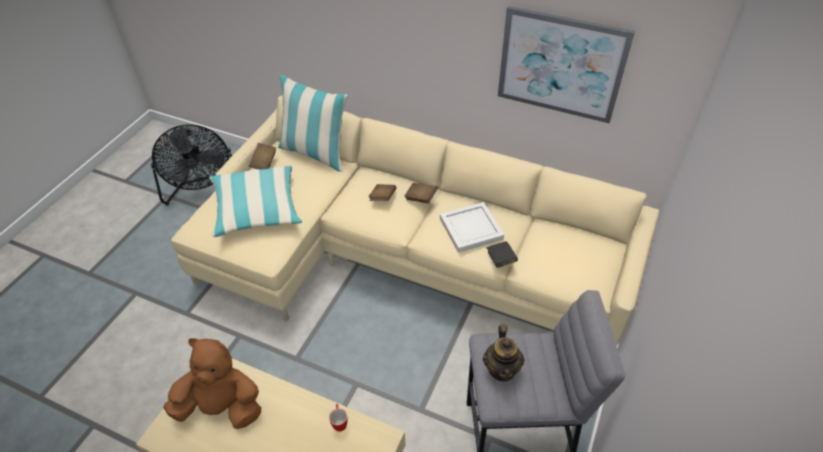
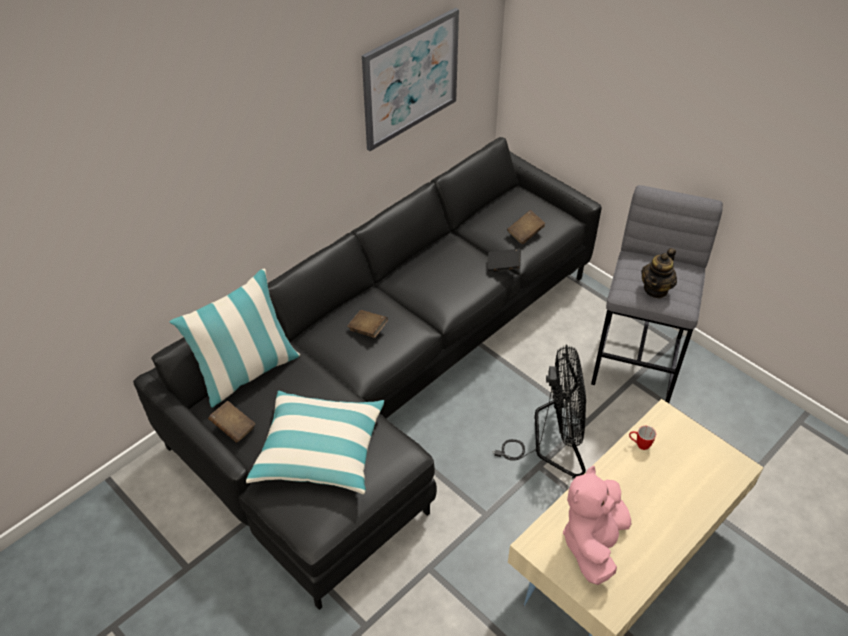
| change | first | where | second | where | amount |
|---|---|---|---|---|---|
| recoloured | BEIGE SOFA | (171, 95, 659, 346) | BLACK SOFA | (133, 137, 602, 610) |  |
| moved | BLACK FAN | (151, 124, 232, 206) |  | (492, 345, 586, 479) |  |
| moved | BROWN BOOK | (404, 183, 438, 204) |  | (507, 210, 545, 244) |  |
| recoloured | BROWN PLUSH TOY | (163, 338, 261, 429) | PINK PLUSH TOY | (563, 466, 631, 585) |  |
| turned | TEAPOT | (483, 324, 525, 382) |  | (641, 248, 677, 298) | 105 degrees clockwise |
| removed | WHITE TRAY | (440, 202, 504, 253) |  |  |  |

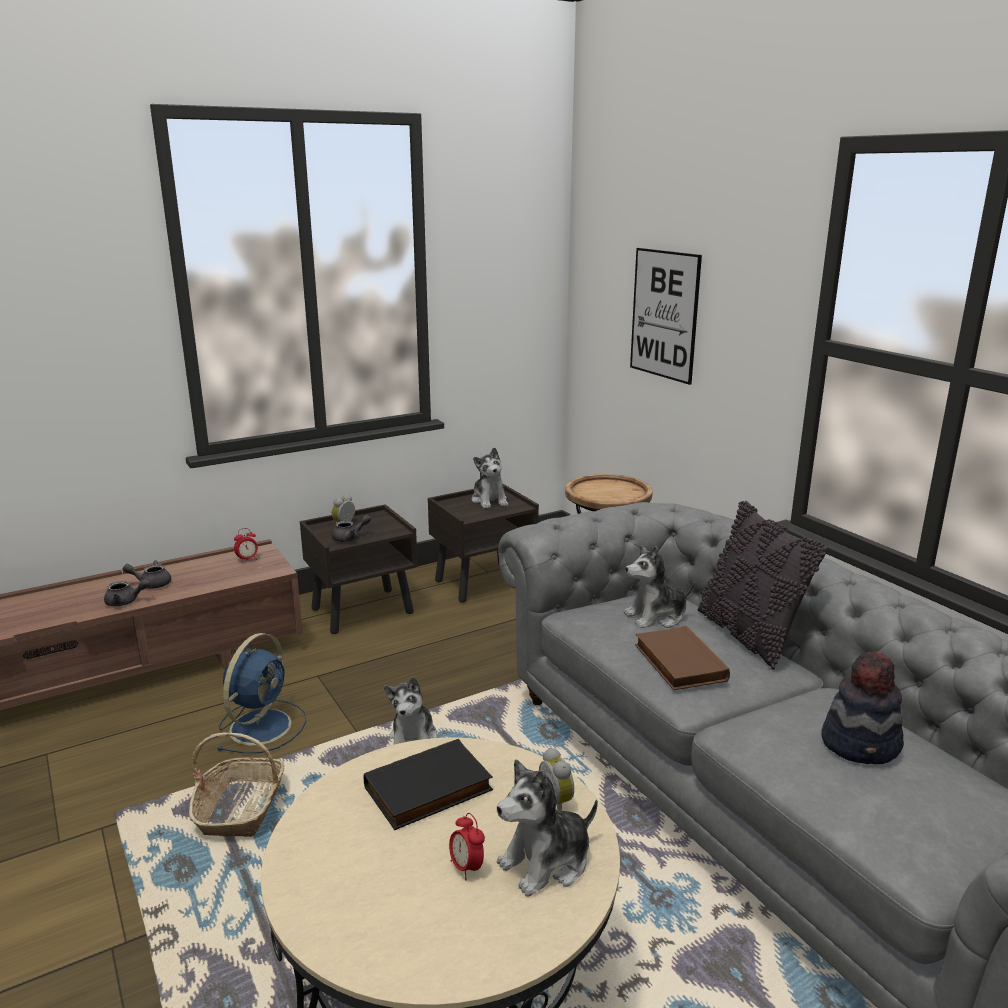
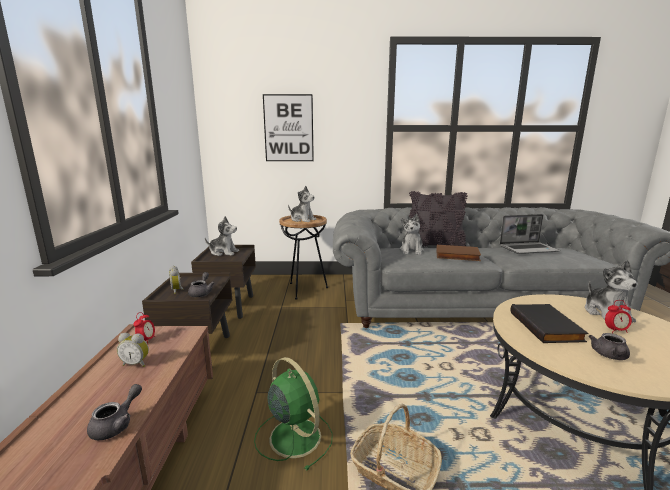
| change | first | where | second | where | amount |
|---|---|---|---|---|---|
| moved | ALARM CLOCK | (539, 748, 574, 811) |  | (117, 333, 149, 367) |  |
| recoloured | BLUE FAN | (216, 633, 306, 753) | GREEN FAN | (254, 357, 333, 471) |  |
| moved | PLUSH TOY | (384, 677, 437, 745) |  | (288, 186, 317, 222) |  |
| replaced | HAT | (821, 651, 904, 764) | LAPTOP | (500, 214, 560, 254) |  |
| moved | GREY TEAPOT | (123, 560, 171, 589) |  | (588, 333, 630, 360) |  |

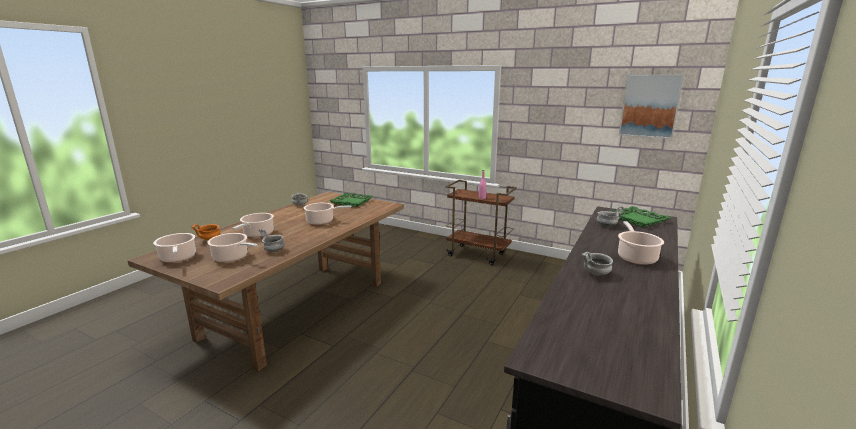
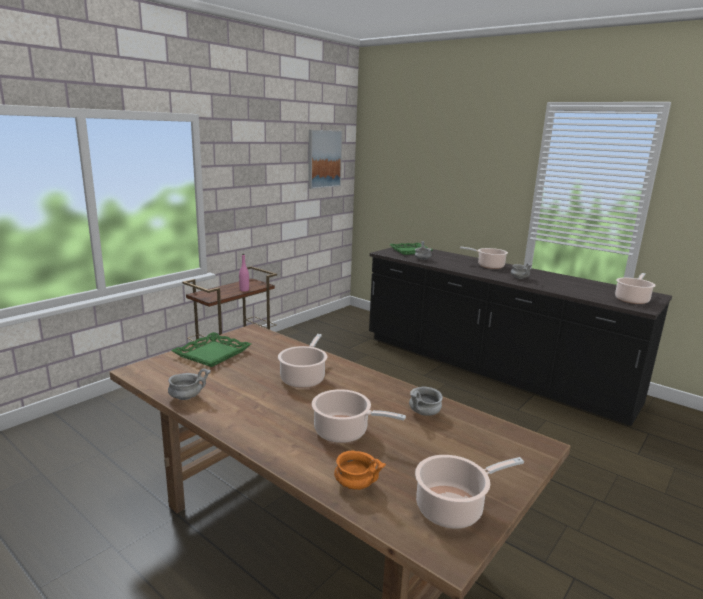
| change | first | where | second | where | amount |
|---|---|---|---|---|---|
| moved | COOKING POT | (207, 233, 258, 262) |  | (615, 273, 656, 304) |  |

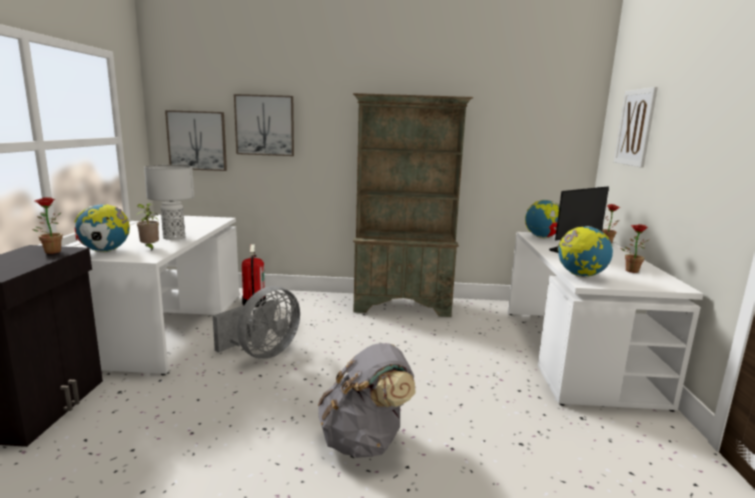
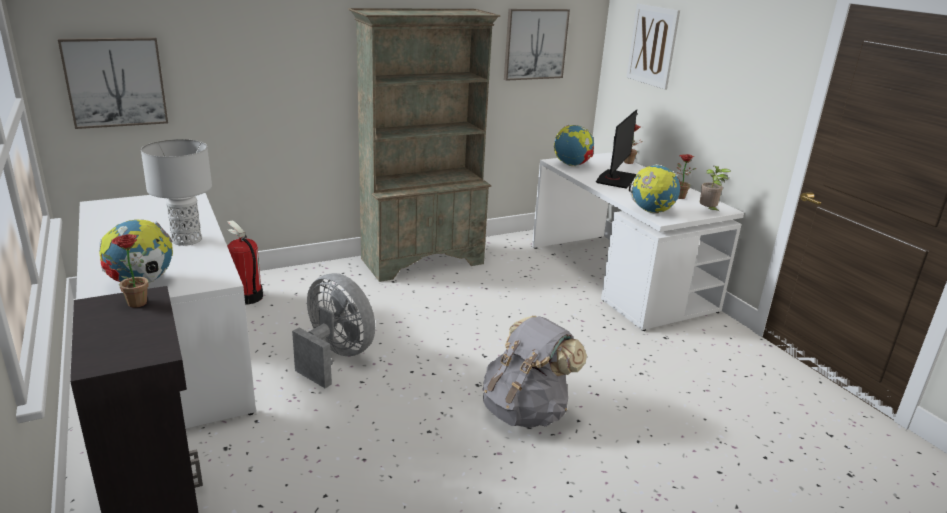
| change | first | where | second | where | amount |
|---|---|---|---|---|---|
| turned | GREY FAN | (213, 286, 300, 359) |  | (292, 273, 375, 388) | 60 degrees counterclockwise |
| moved | PICTURE | (234, 94, 294, 156) |  | (504, 9, 570, 81) |  |
| moved | POTTED PLANT | (136, 203, 159, 251) |  | (700, 166, 731, 211) |  |

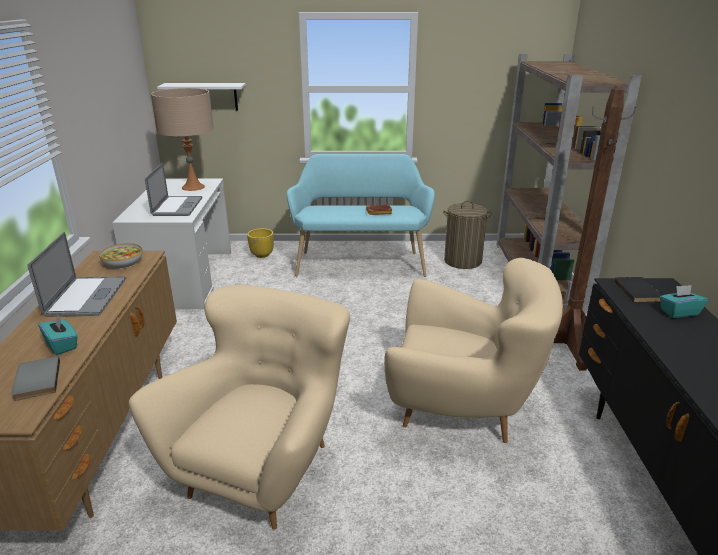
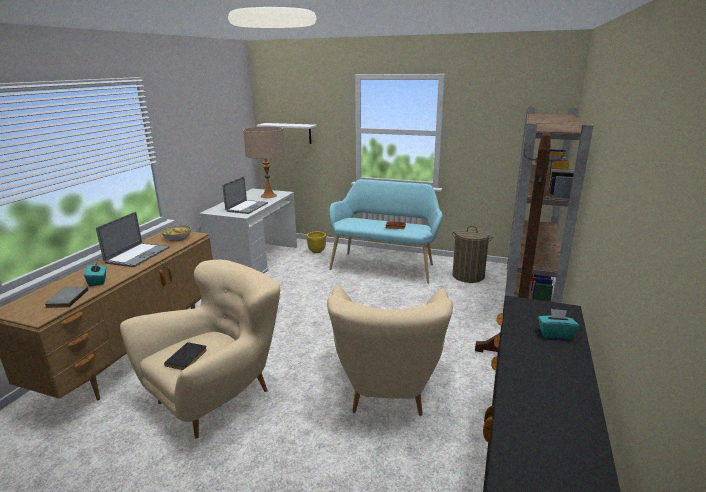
| change | first | where | second | where | amount |
|---|---|---|---|---|---|
| moved | BLACK BOOK | (614, 277, 662, 302) |  | (164, 342, 207, 370) |  |
| turned | BEIGE ARMCHAIR | (385, 258, 563, 443) |  | (327, 286, 453, 416) | 60 degrees clockwise |

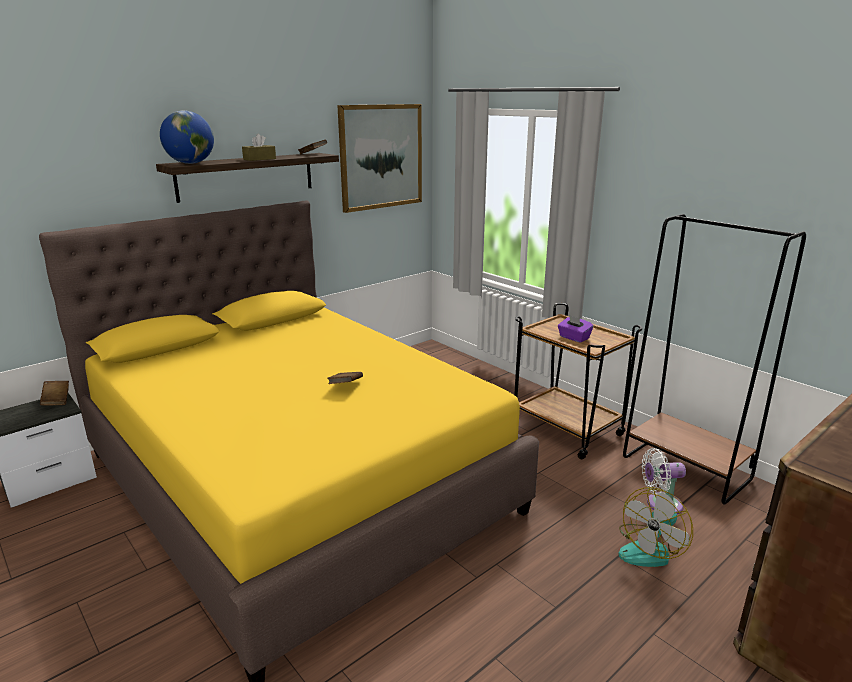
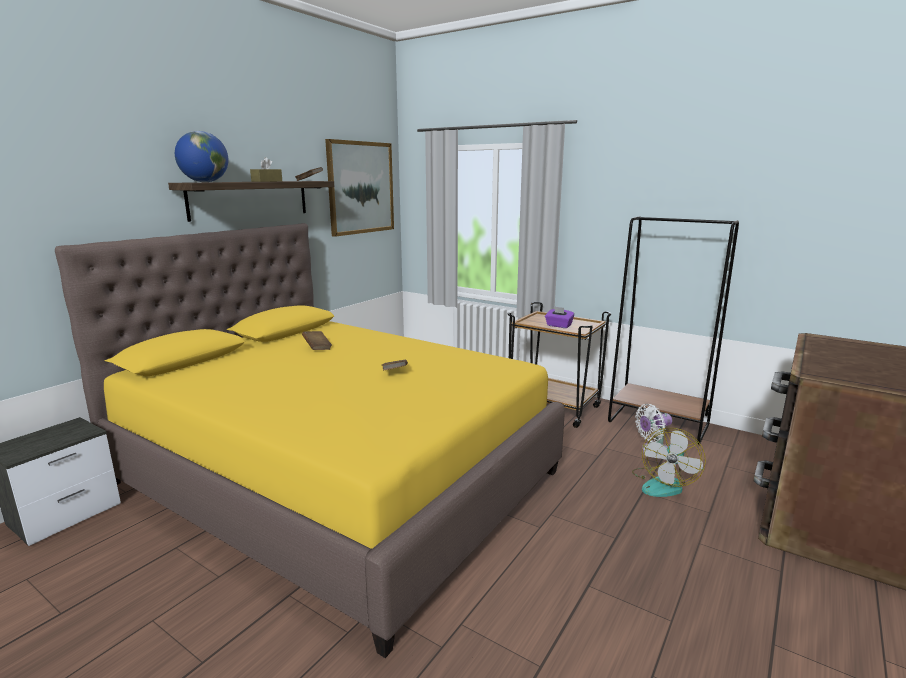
| change | first | where | second | where | amount |
|---|---|---|---|---|---|
| moved | BROWN BOOK | (40, 381, 69, 405) |  | (302, 331, 332, 350) |  |

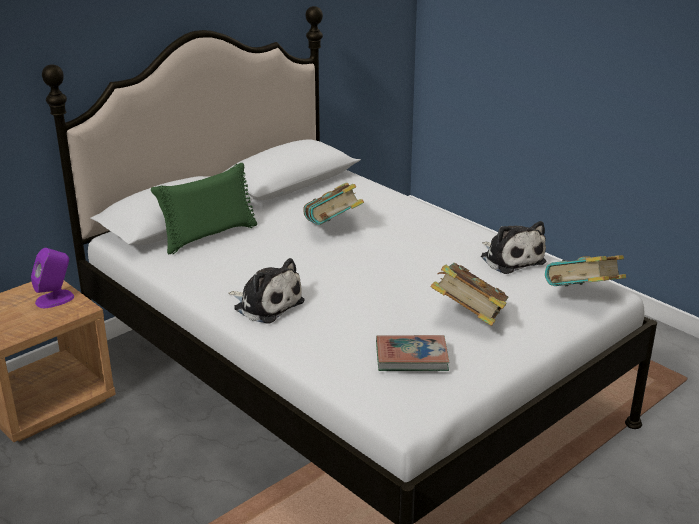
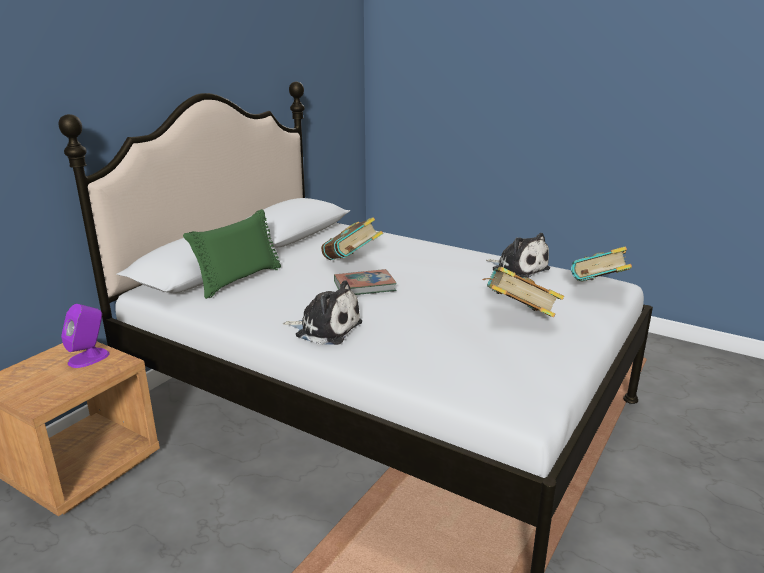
| change | first | where | second | where | amount |
|---|---|---|---|---|---|
| moved | BOOK | (376, 335, 449, 371) |  | (334, 269, 397, 295) |  |

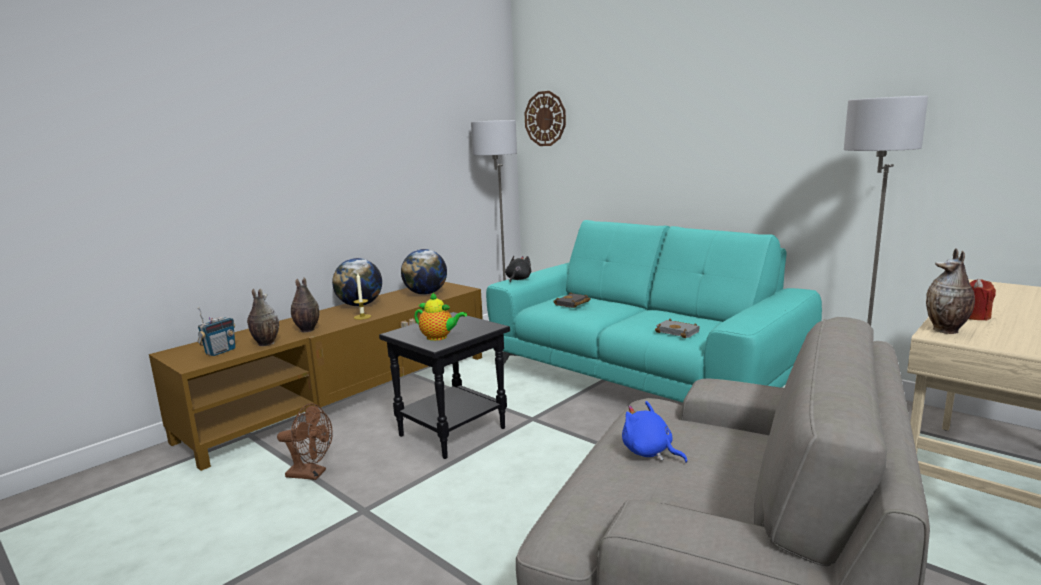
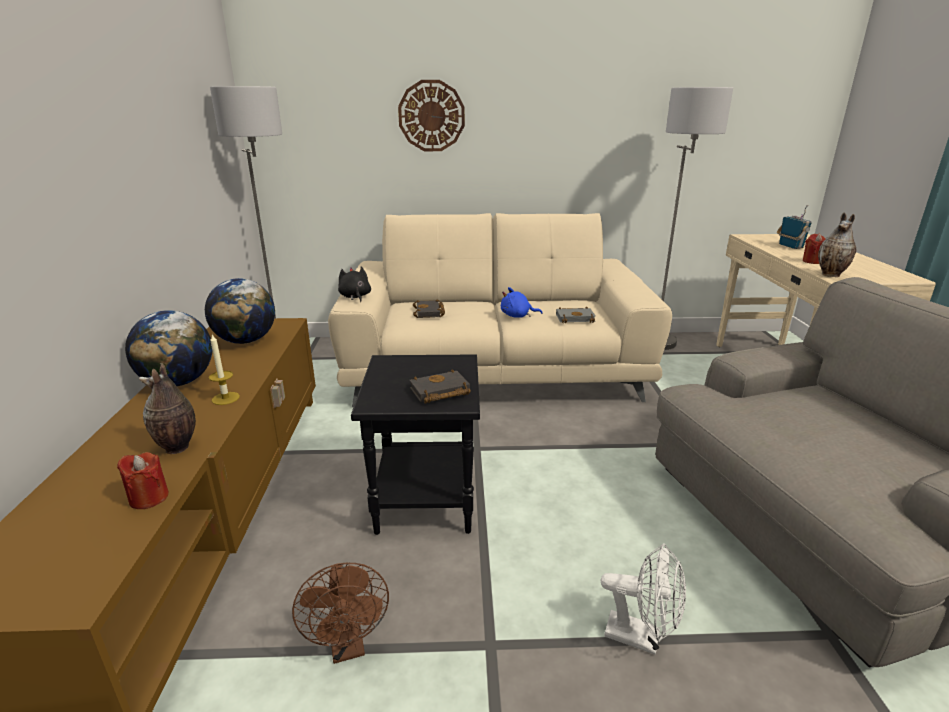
| change | first | where | second | where | amount |
|---|---|---|---|---|---|
| replaced | VASE | (247, 289, 279, 346) | RED CANDLE | (117, 452, 169, 509) |  |
| turned | BROWN FAN | (277, 403, 333, 480) |  | (292, 563, 389, 664) | 105 degrees clockwise |
| recoloured | TURQUOISE SOFA | (486, 220, 822, 402) | BEIGE SOFA | (328, 213, 672, 407) |  |
| moved | WALL CLOCK | (525, 91, 566, 146) |  | (398, 80, 465, 151) |  |
| replaced | TEAPOT | (414, 293, 467, 341) | BLACK BOOK | (410, 369, 471, 404) |  |
| moved | BLUE PLUSH TOY | (622, 401, 688, 463) |  | (501, 287, 542, 318) |  |
| added |  |  | WHITE FAN | (601, 544, 686, 655) |  |
| moved | RADIO | (197, 307, 235, 356) |  | (777, 205, 812, 249) |  |

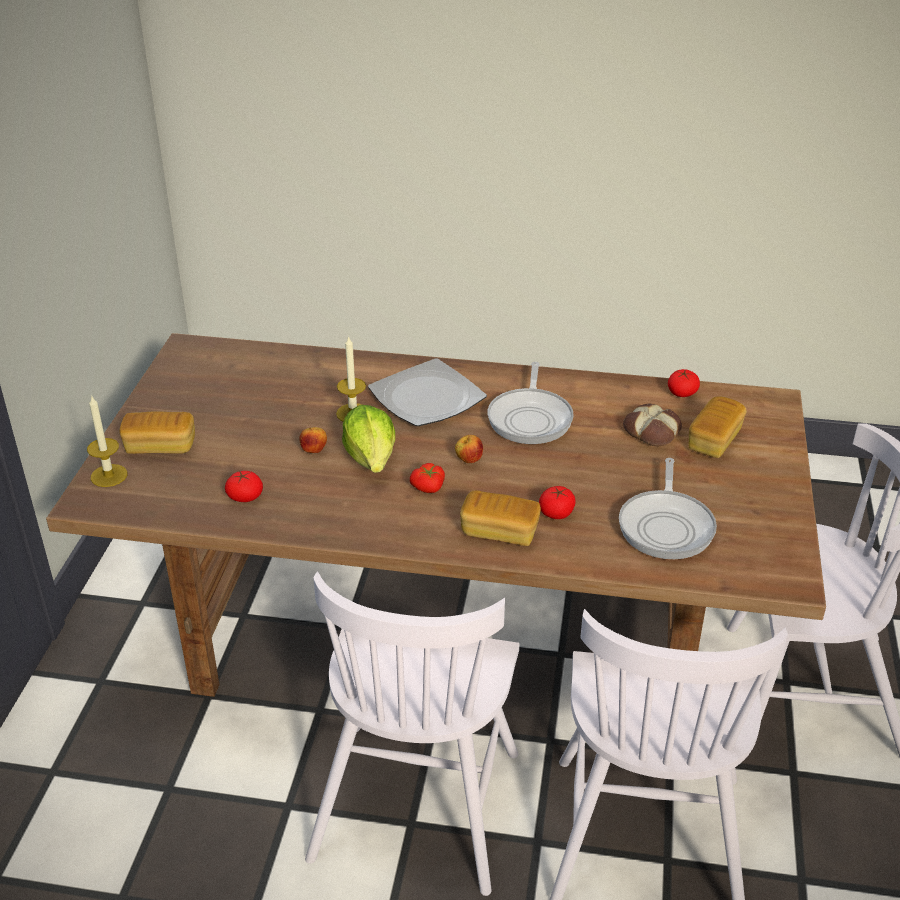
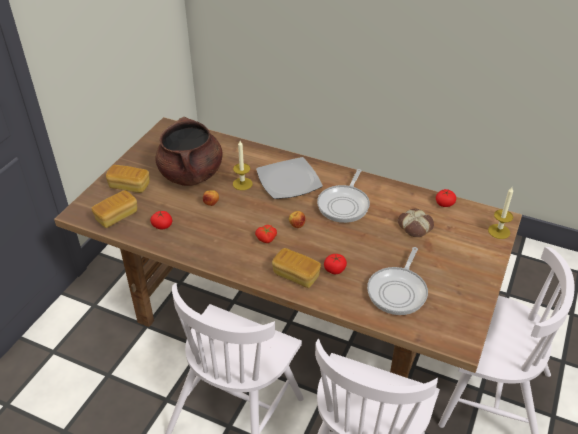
| change | first | where | second | where | amount |
|---|---|---|---|---|---|
| moved | BREAD | (688, 396, 747, 458) |  | (92, 190, 137, 228) |  |
| added |  |  | BROWN COOKING POT | (155, 117, 223, 186) |  |
| moved | CANDLE | (87, 395, 127, 487) |  | (488, 187, 513, 239) |  |
| removed | LETTUCE | (342, 405, 395, 473) |  |  |  |

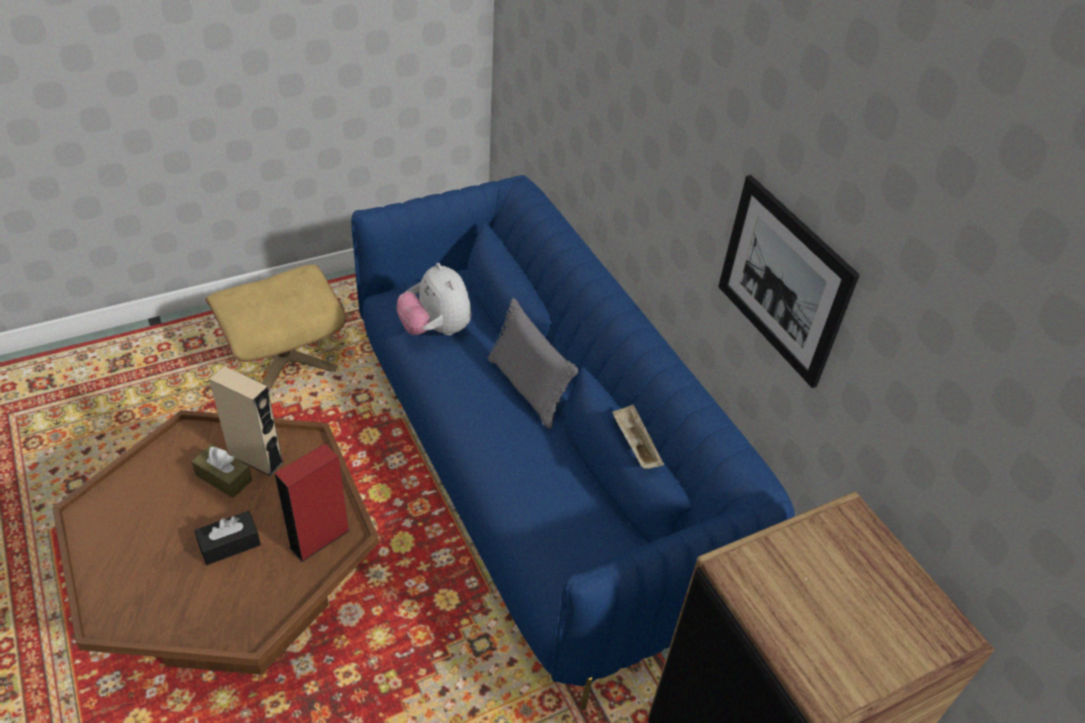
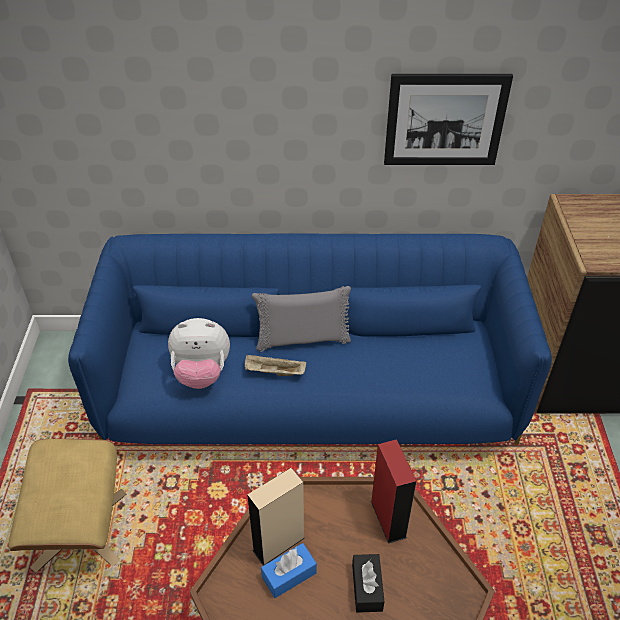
| change | first | where | second | where | amount |
|---|---|---|---|---|---|
| moved | BEIGE TRAY | (612, 404, 664, 469) |  | (245, 355, 306, 376) |  |
| recoloured | BROWN TISSUE BOX | (191, 444, 252, 498) | BLUE TISSUE BOX | (261, 543, 317, 598) |  |

